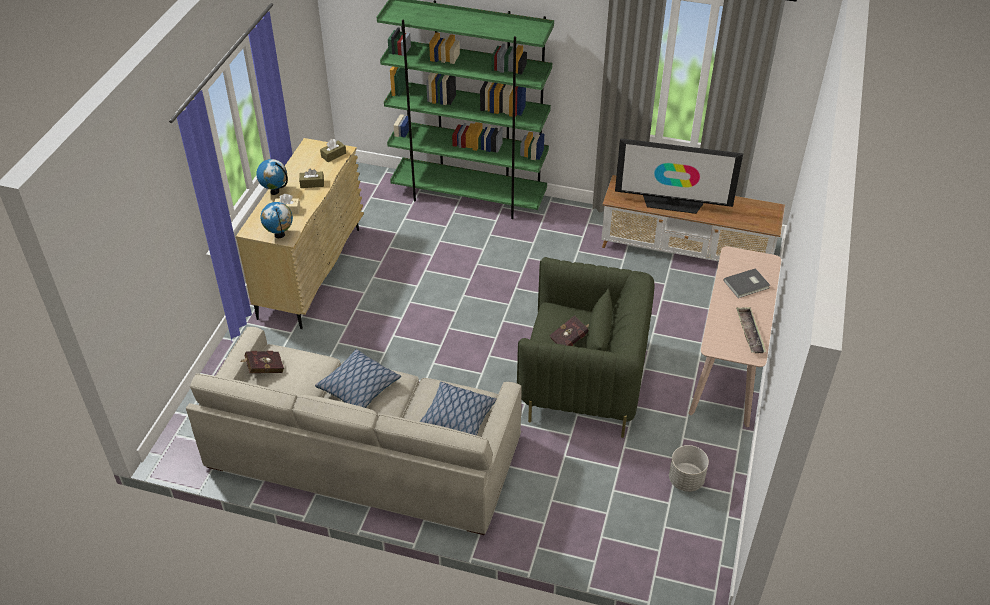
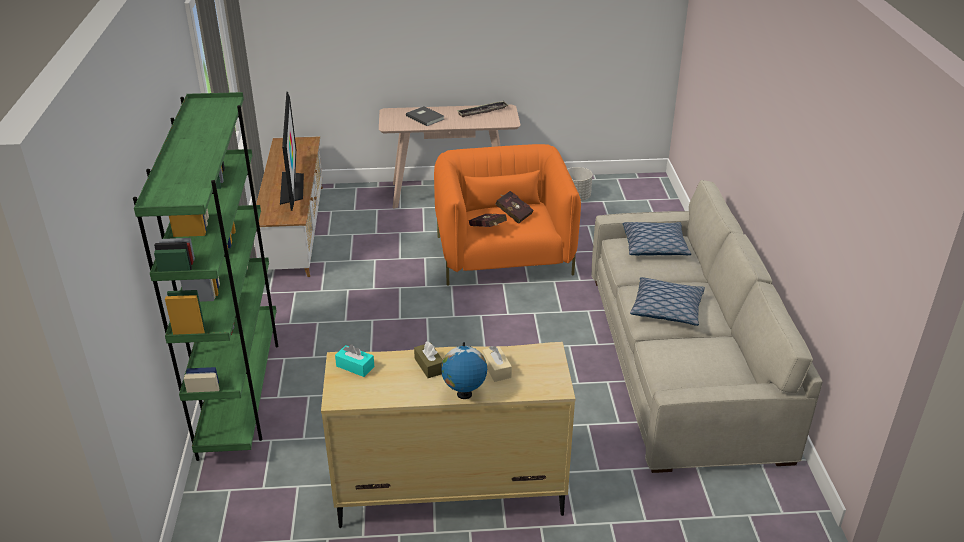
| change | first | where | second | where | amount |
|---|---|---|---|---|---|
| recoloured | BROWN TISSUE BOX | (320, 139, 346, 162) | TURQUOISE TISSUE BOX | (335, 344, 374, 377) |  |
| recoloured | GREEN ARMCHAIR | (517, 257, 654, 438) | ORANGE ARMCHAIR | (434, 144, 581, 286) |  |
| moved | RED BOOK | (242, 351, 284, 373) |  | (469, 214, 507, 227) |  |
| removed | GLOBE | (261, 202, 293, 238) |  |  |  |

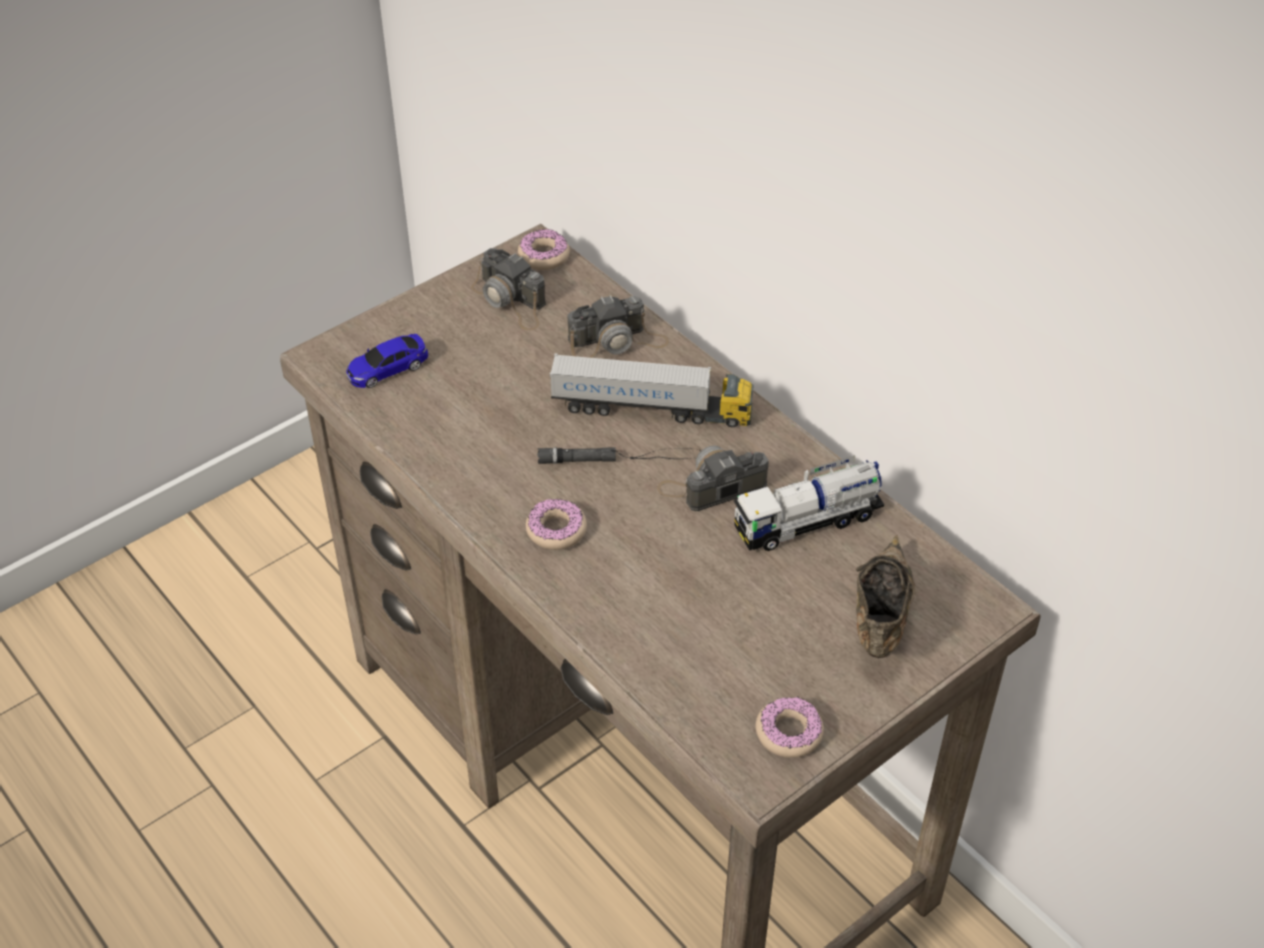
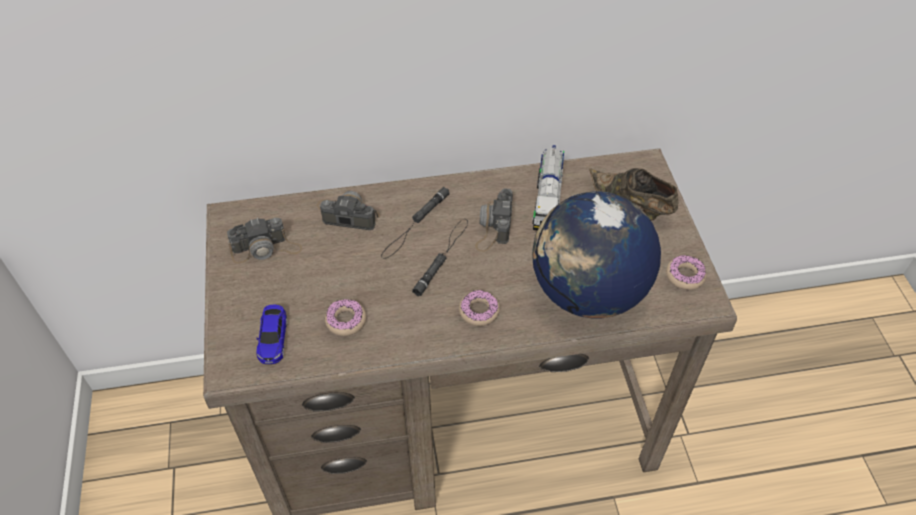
| change | first | where | second | where | amount |
|---|---|---|---|---|---|
| turned | PHOTO CAMERA | (568, 295, 669, 358) |  | (317, 191, 380, 230) | 90 degrees counterclockwise |
| moved | DONUT | (518, 229, 570, 270) |  | (325, 299, 366, 336) |  |
| replaced | TOY TRUCK | (550, 353, 754, 427) | BLACK FLASHLIGHT | (381, 187, 450, 259) |  |
| added |  |  | GLOBE | (532, 192, 661, 318) |  |

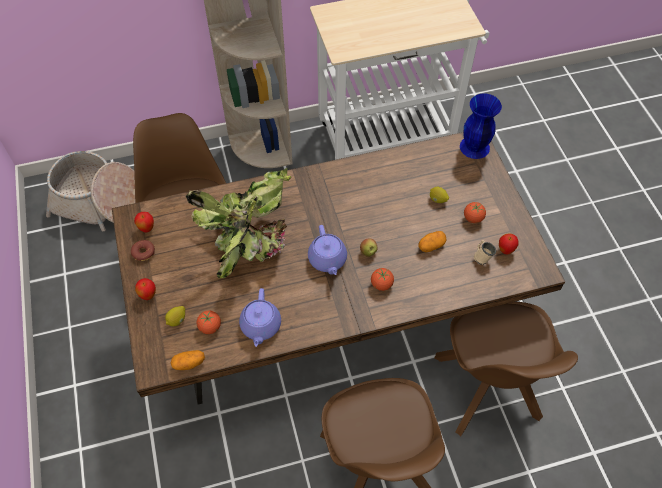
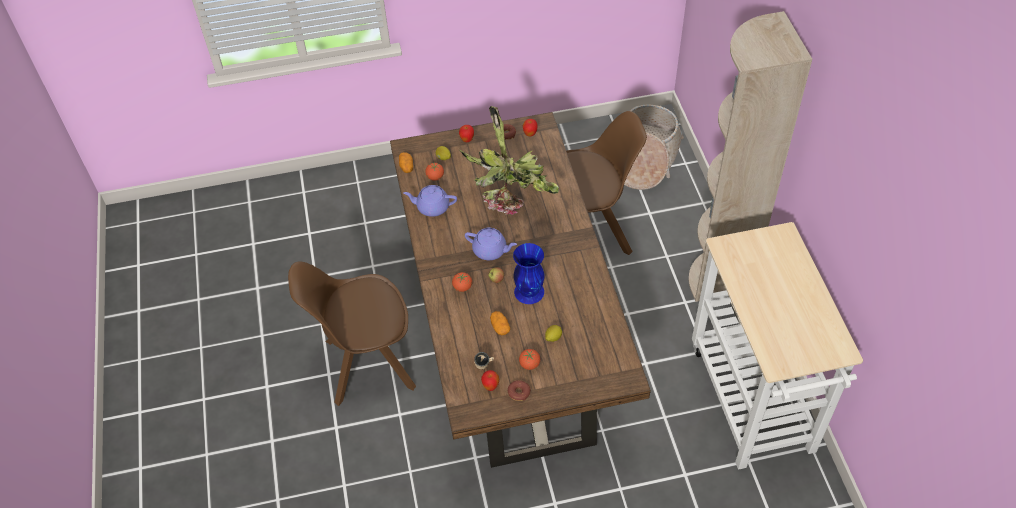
| change | first | where | second | where | amount |
|---|---|---|---|---|---|
| turned | PURPLE TEAPOT | (308, 225, 347, 275) |  | (465, 228, 517, 260) | 150 degrees counterclockwise |
| added |  |  | DONUT | (508, 380, 531, 401) |  |
| moved | BLUE VASE | (460, 93, 502, 159) |  | (513, 243, 545, 304) |  |
| removed | BROWN CHAIR | (434, 302, 578, 436) |  |  |  |

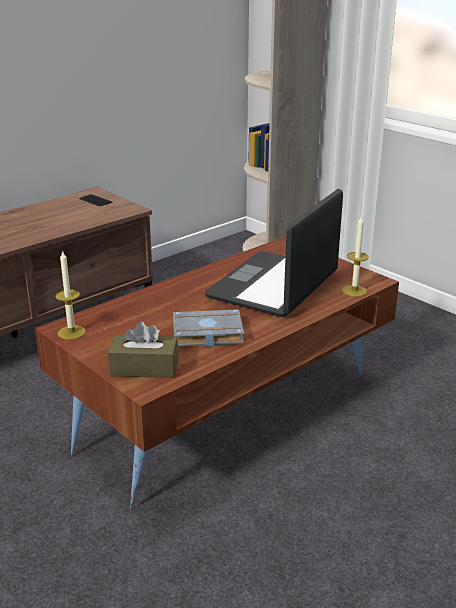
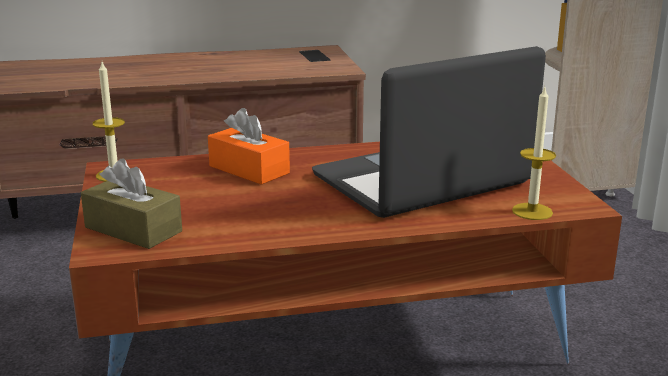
| change | first | where | second | where | amount |
|---|---|---|---|---|---|
| added |  |  | ORANGE TISSUE BOX | (208, 108, 290, 185) |  |
| removed | GREY BOOK | (173, 309, 244, 347) |  |  |  |

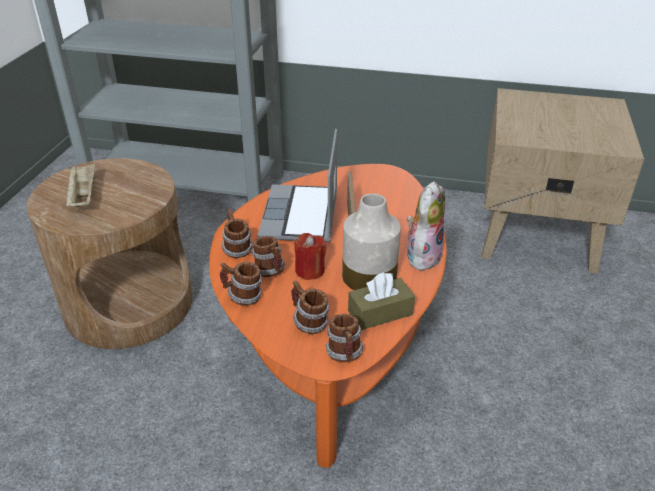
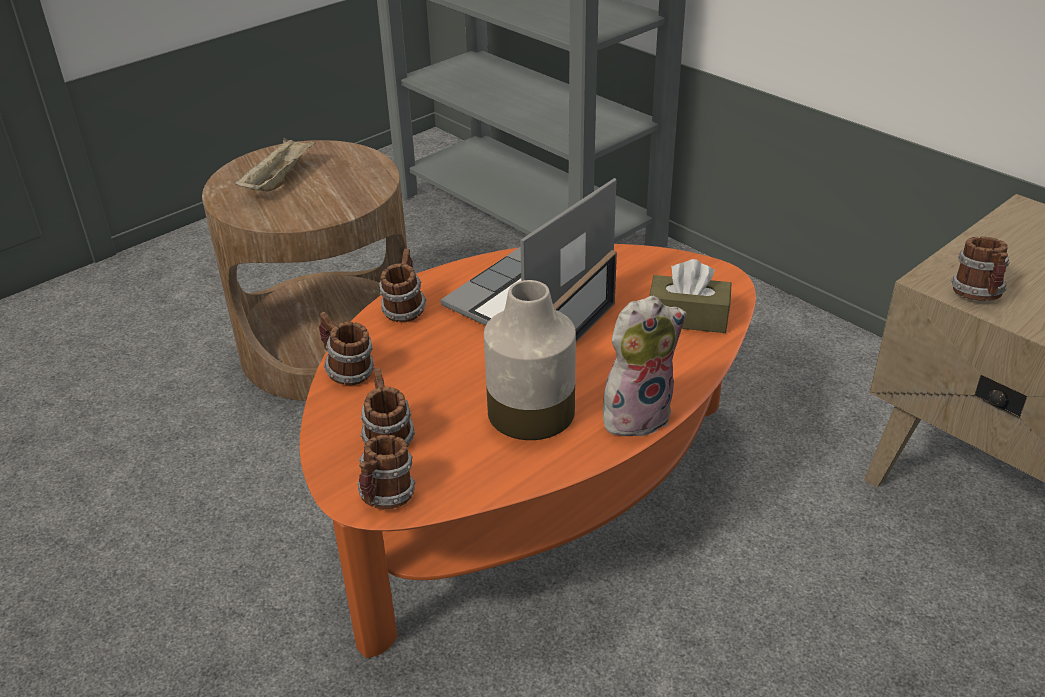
| change | first | where | second | where | amount |
|---|---|---|---|---|---|
| moved | BROWN TISSUE BOX | (348, 272, 415, 330) |  | (649, 259, 731, 333) |  |
| moved | MUG | (251, 236, 285, 277) |  | (951, 237, 1010, 301) |  |
| removed | RED CANDLE | (295, 233, 326, 280) |  |  |  |

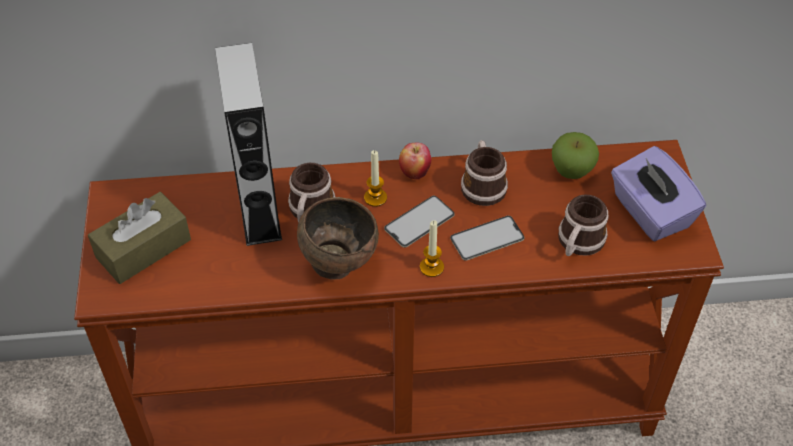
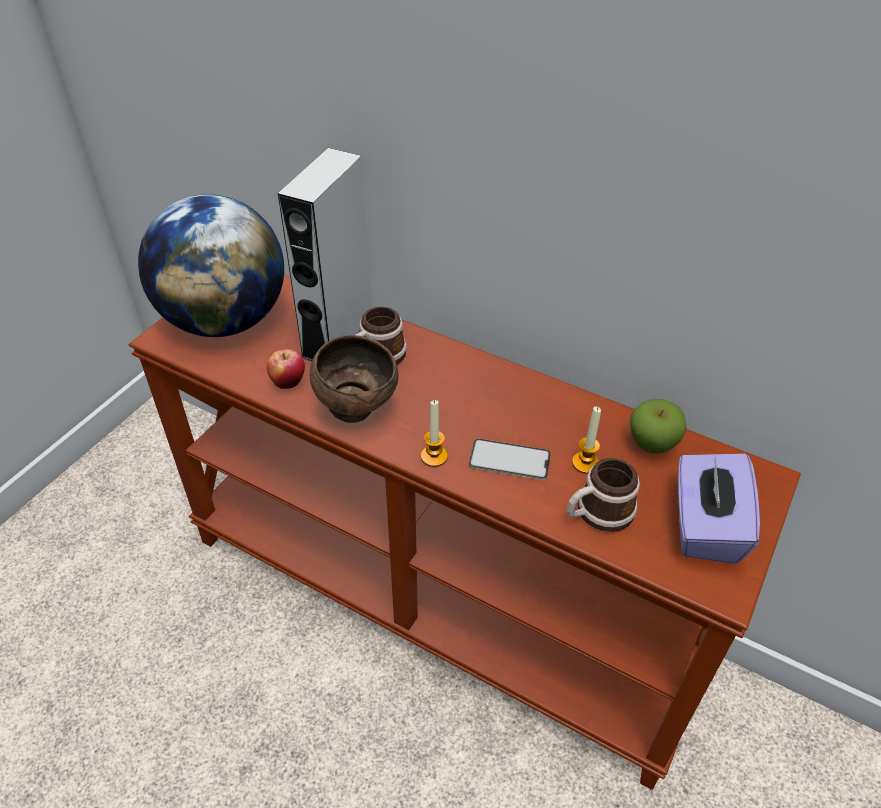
| change | first | where | second | where | amount |
|---|---|---|---|---|---|
| replaced | BROWN TISSUE BOX | (88, 192, 191, 284) | GLOBE | (138, 194, 284, 337) |  |
| moved | APPLE | (399, 142, 431, 179) |  | (267, 349, 305, 389) |  |
| moved | CANDLE | (364, 150, 387, 207) |  | (572, 406, 601, 474) |  |
| removed | PHONE | (384, 196, 455, 247) |  |  |  |
| removed | MUG | (461, 140, 508, 206) |  |  |  |

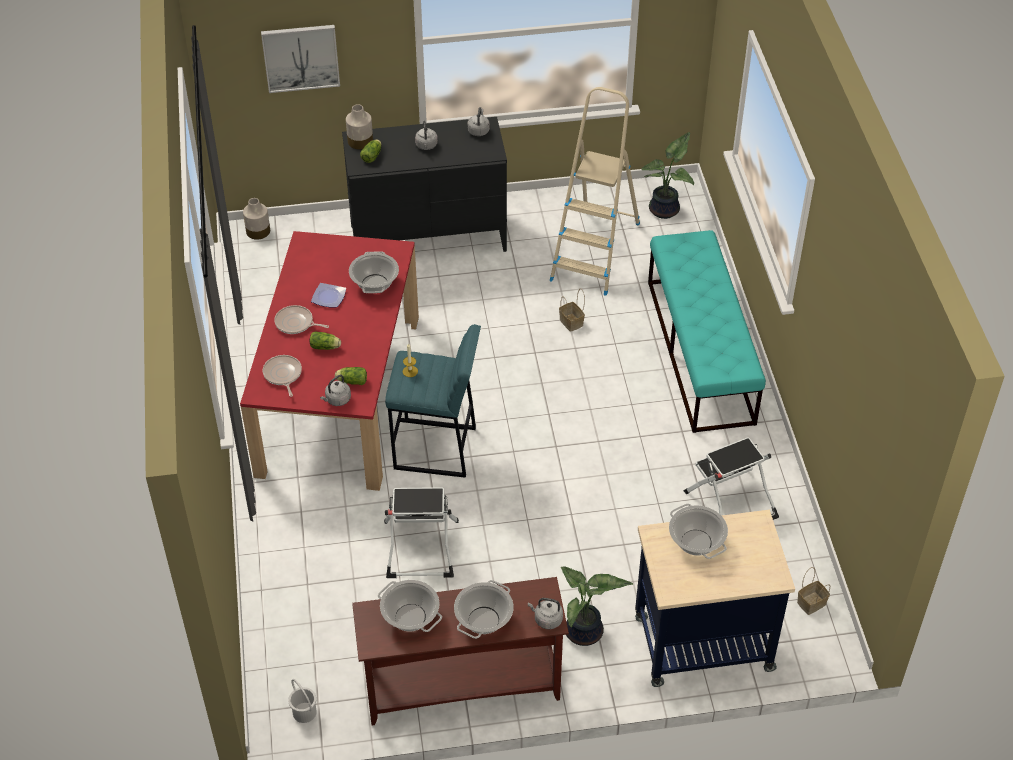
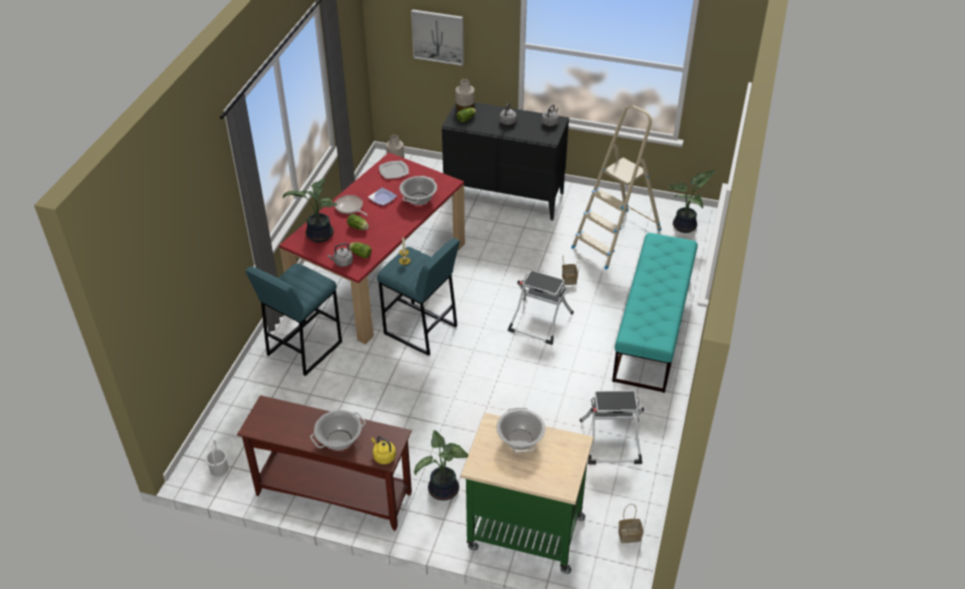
| change | first | where | second | where | amount |
|---|---|---|---|---|---|
| added |  |  | TURQUOISE STOOL | (245, 263, 342, 376) |  |
| replaced | FRYING PAN | (263, 355, 302, 397) | POTTED PLANT | (283, 178, 337, 242) |  |
| recoloured | GREY KETTLE | (528, 598, 563, 629) | YELLOW KETTLE | (371, 436, 396, 464) |  |
| added |  |  | PLATE | (379, 161, 409, 179) |  |
| recoloured | BLUE CART | (635, 510, 795, 687) | GREEN CART | (461, 413, 594, 574) |  |
| moved | STEP LADDER | (384, 488, 459, 578) |  | (507, 270, 574, 345) |  |
| removed | COOKING POT | (378, 580, 442, 632) |  |  |  |

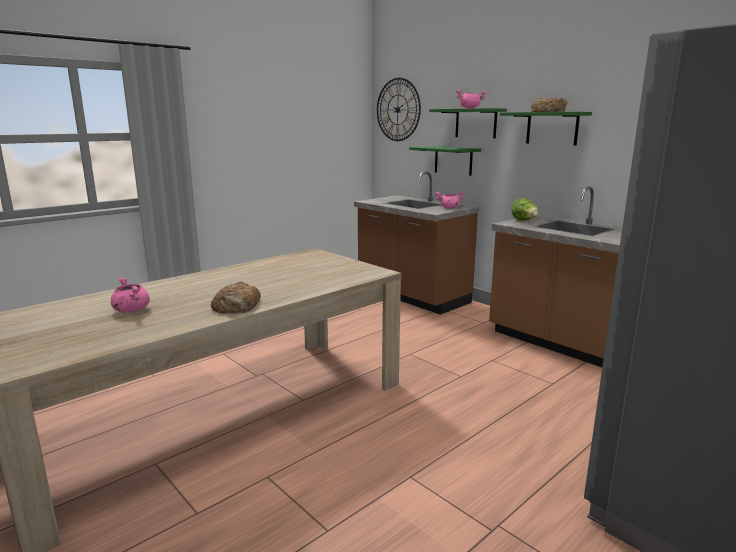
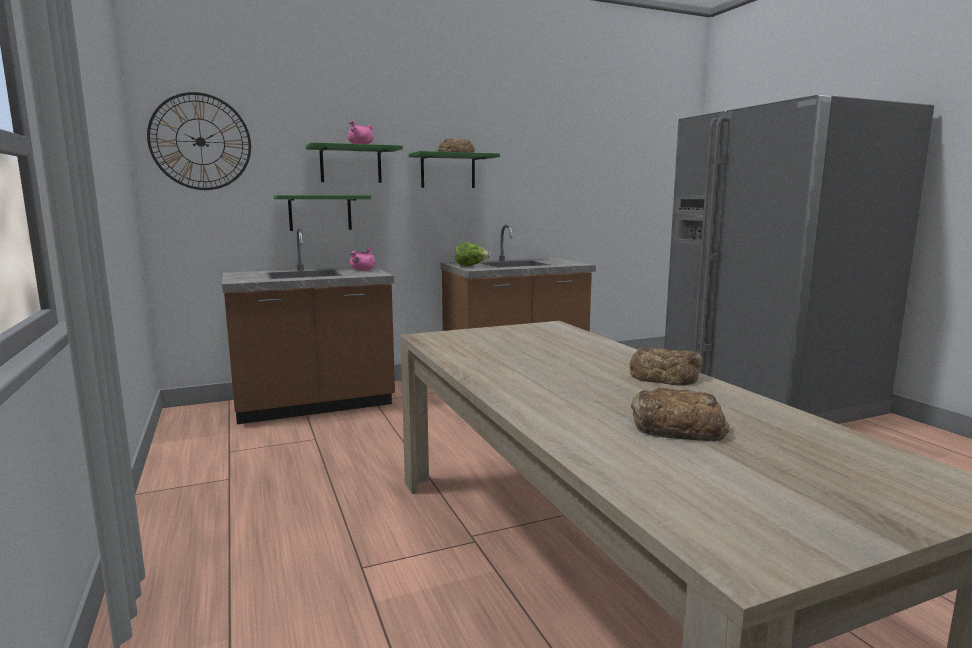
| change | first | where | second | where | amount |
|---|---|---|---|---|---|
| replaced | PINK COOKING POT | (111, 277, 150, 313) | BREAD | (631, 388, 729, 442) |  |

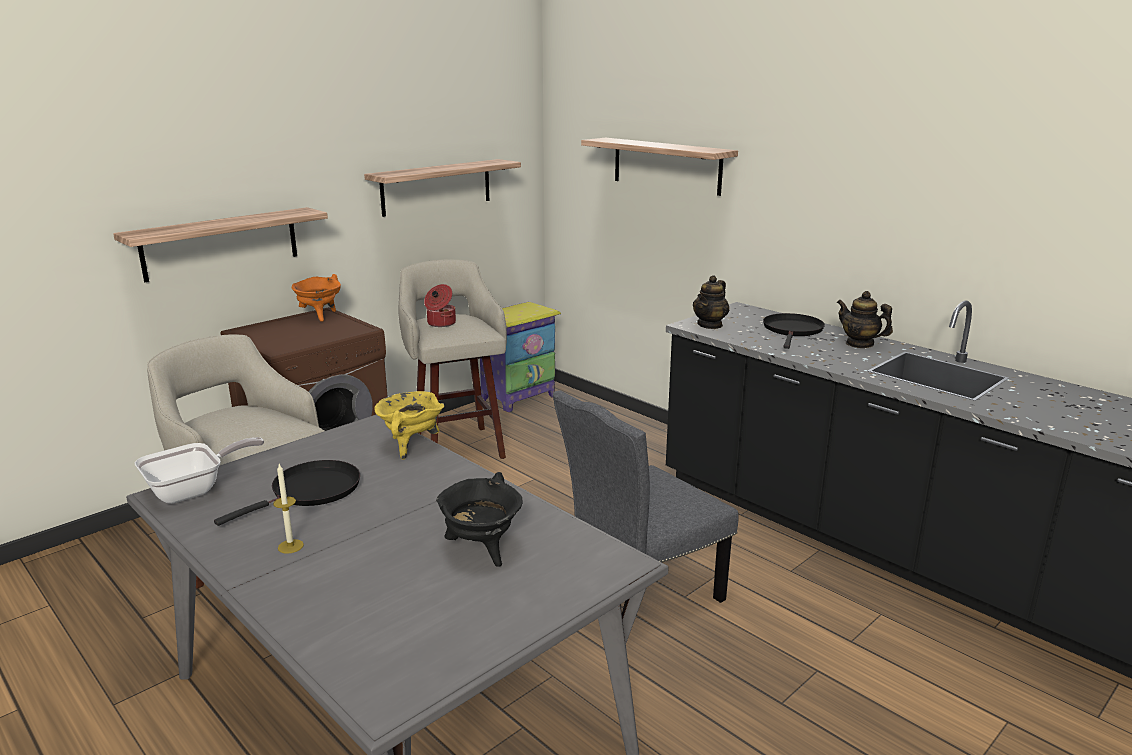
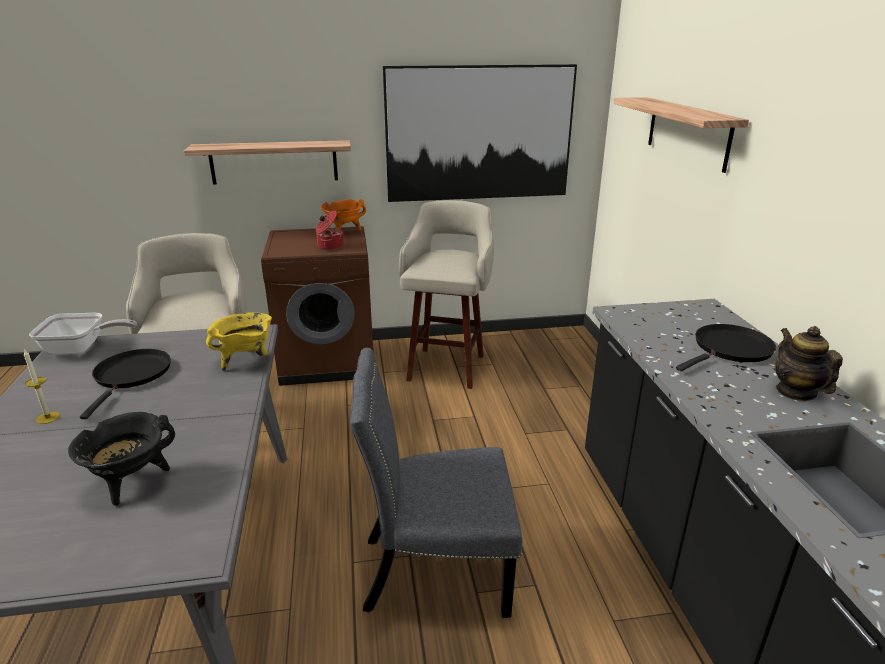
| change | first | where | second | where | amount |
|---|---|---|---|---|---|
| turned | BLACK FRYING PAN | (214, 460, 360, 526) |  | (80, 349, 171, 419) | 75 degrees counterclockwise |
| moved | COOKING POT | (424, 284, 456, 327) |  | (316, 211, 344, 250) |  |
| replaced | SHELF | (364, 159, 521, 217) | PICTURE | (383, 64, 577, 202) |  |
| removed | NIGHTSTAND | (480, 302, 561, 412) |  |  |  |
| removed | TEAPOT | (693, 275, 729, 329) |  |  |  |

